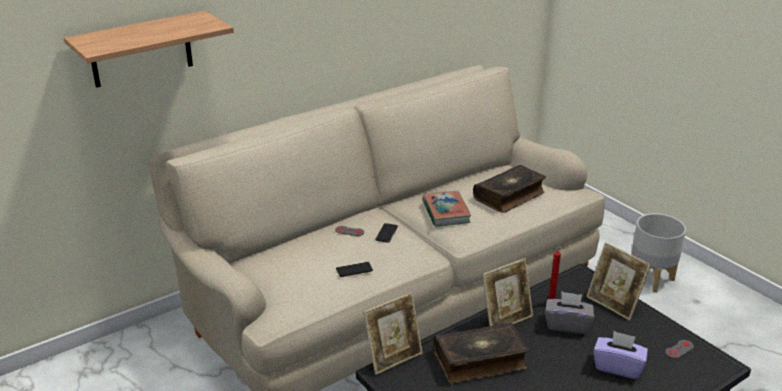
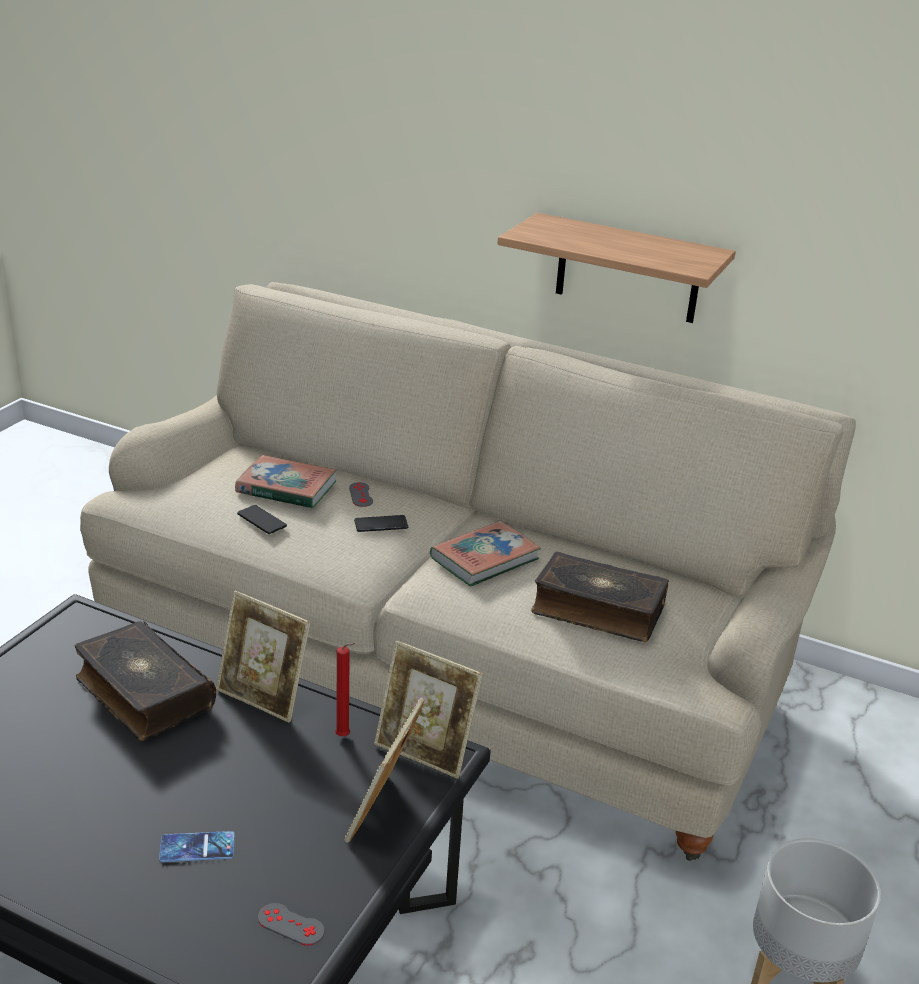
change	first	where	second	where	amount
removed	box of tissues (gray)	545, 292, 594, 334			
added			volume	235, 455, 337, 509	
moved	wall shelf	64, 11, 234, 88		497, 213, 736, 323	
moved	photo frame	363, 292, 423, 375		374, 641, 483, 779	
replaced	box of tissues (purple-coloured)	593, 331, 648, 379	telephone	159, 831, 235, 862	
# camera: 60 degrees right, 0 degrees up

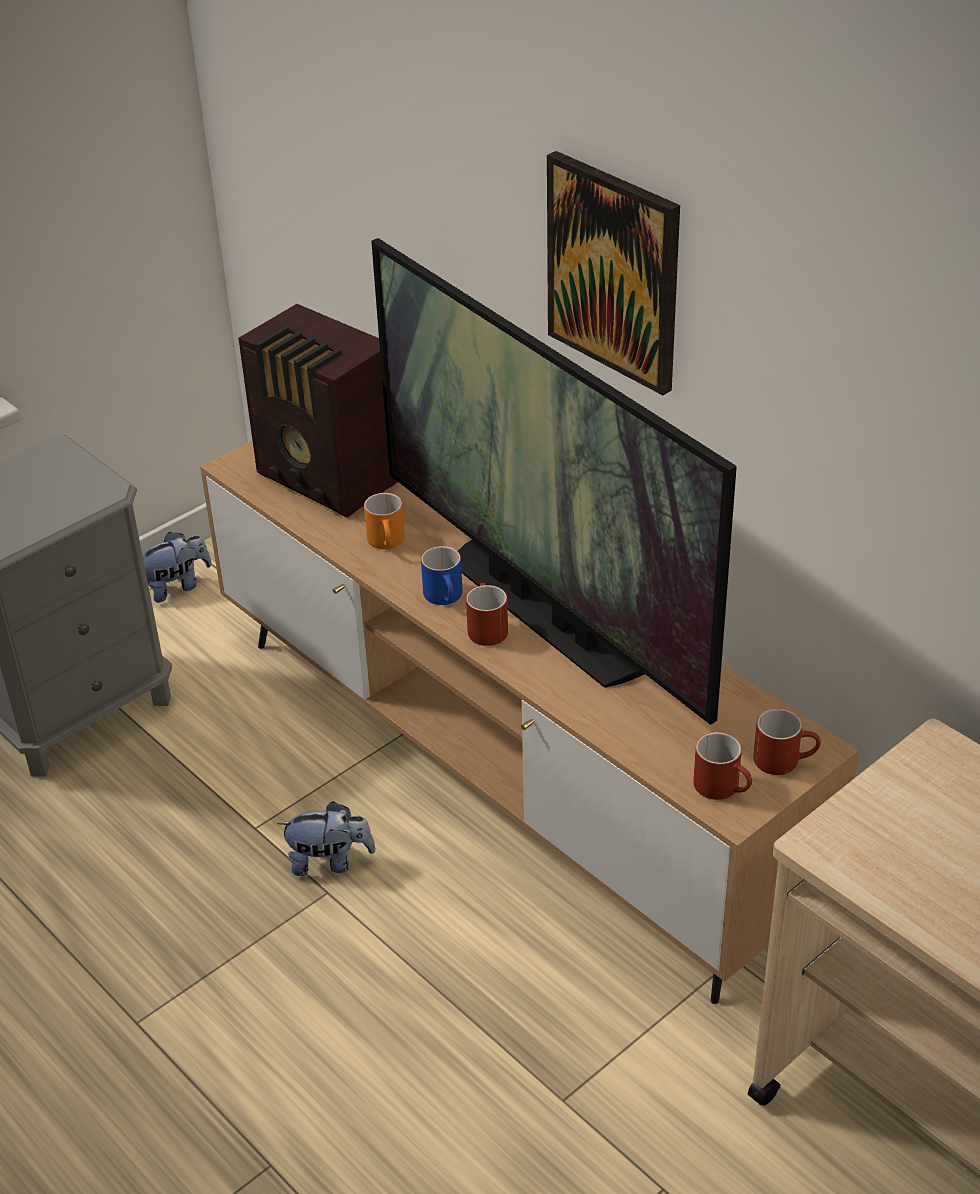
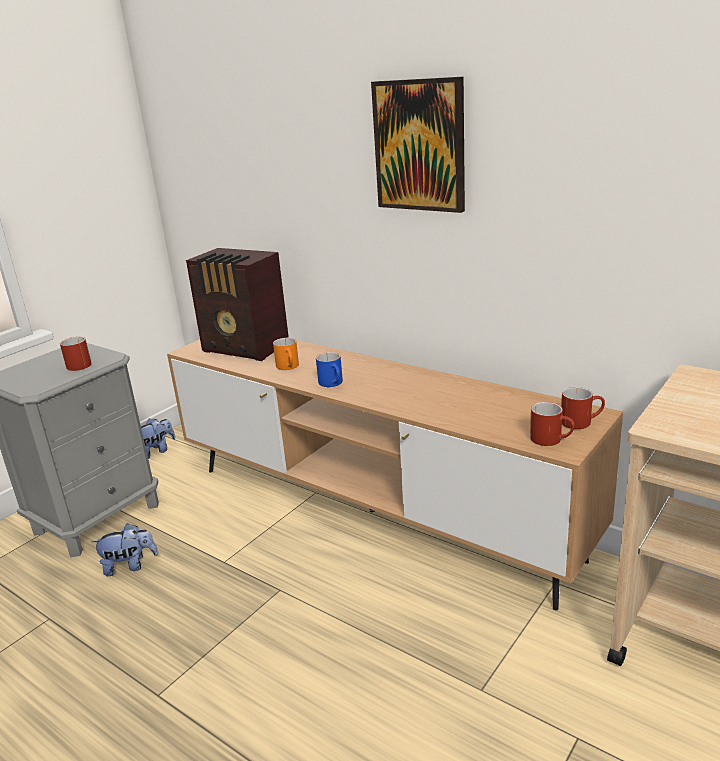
change	first	where	second	where	amount
removed	TV	371, 238, 737, 725			
moved	cuddly toy	277, 801, 376, 876		91, 523, 158, 576	
moved	mug (red-coloured)	466, 583, 508, 646		60, 337, 91, 371	
# camera: 10 degrees left, 15 degrees down

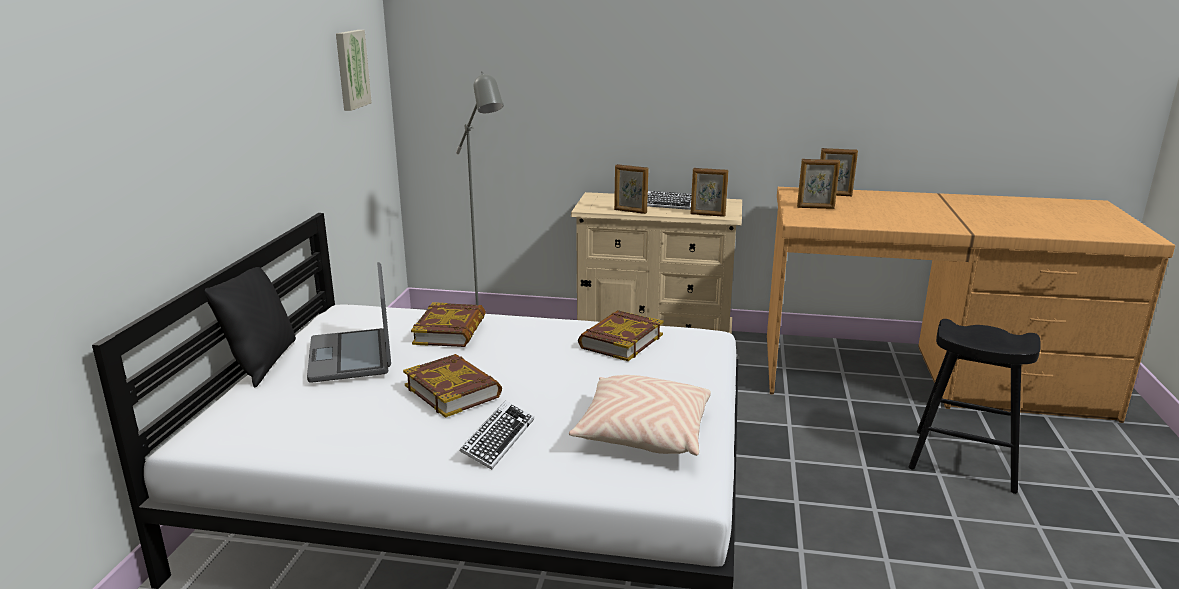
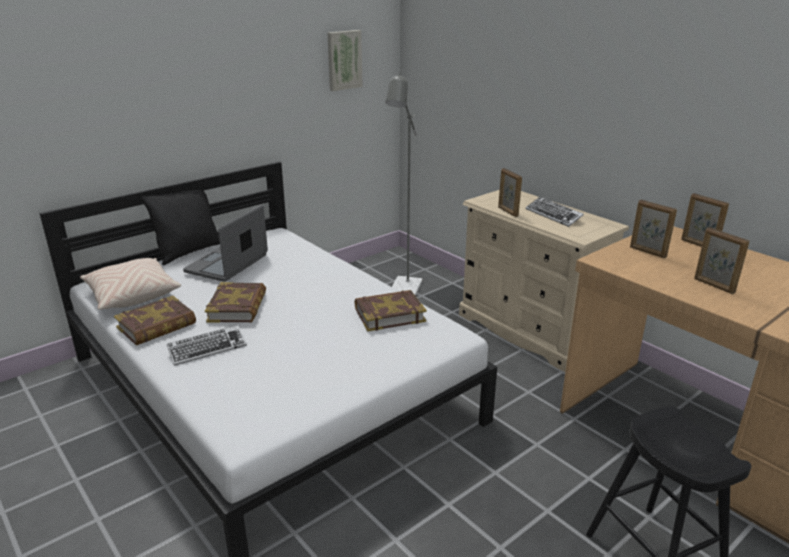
change	first	where	second	where	amount
moved	volume	411, 302, 486, 347		114, 296, 196, 345	
moved	throw pillow (beige)	569, 375, 711, 456		80, 258, 181, 310	
moved	photo frame	691, 168, 729, 217		694, 227, 749, 294	
# camera: 40 degrees right, 5 degrees up

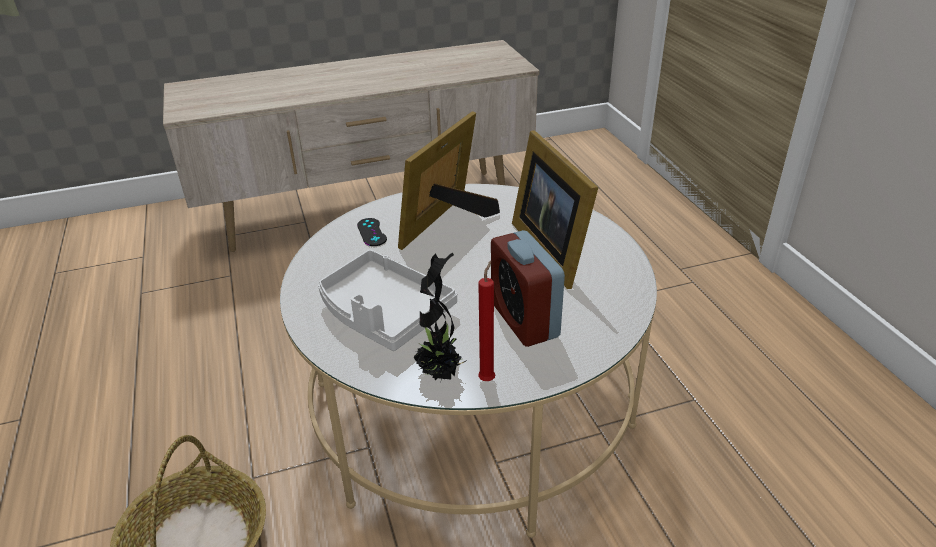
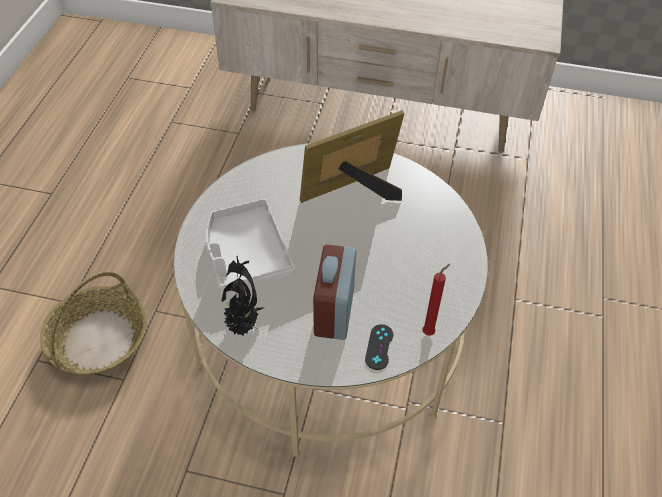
change	first	where	second	where	amount
removed	photo frame	512, 131, 598, 289			
moved	joypad (black)	357, 218, 387, 246		365, 324, 393, 370	
moved	wax light (red-coloured)	478, 261, 495, 381		422, 264, 450, 336	
# camera: 30 degrees right, 15 degrees up

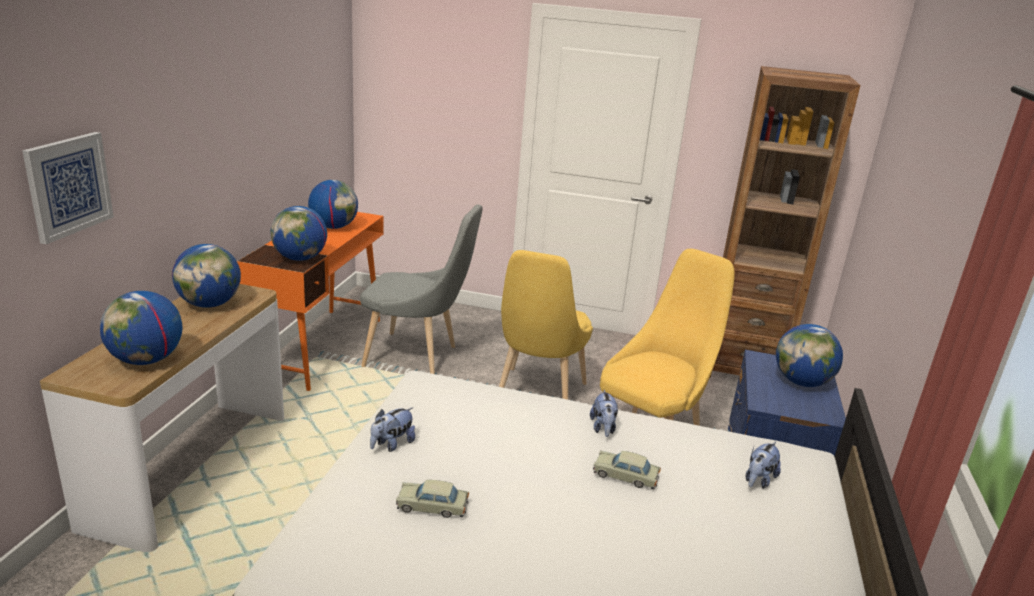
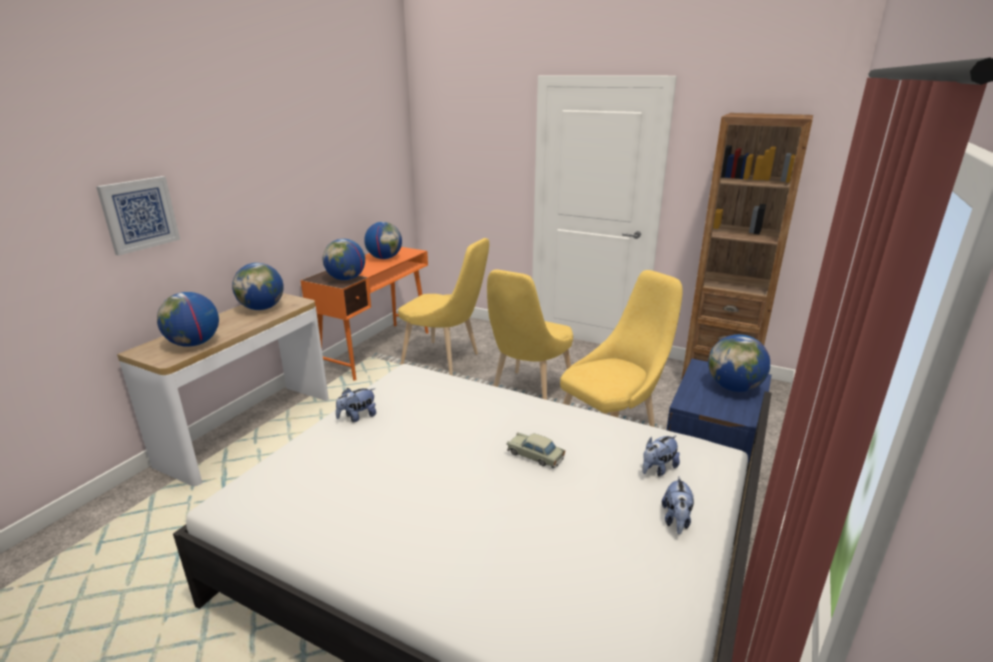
change	first	where	second	where	amount
removed	toy car (beige)	396, 480, 469, 518			
moved	cuddly toy	590, 390, 618, 437		662, 476, 694, 534	
recoloured	plain chair (gray)	360, 204, 483, 374	plain chair (yellowish)	398, 238, 489, 376	
# camera: 15 degrees right, 0 degrees up

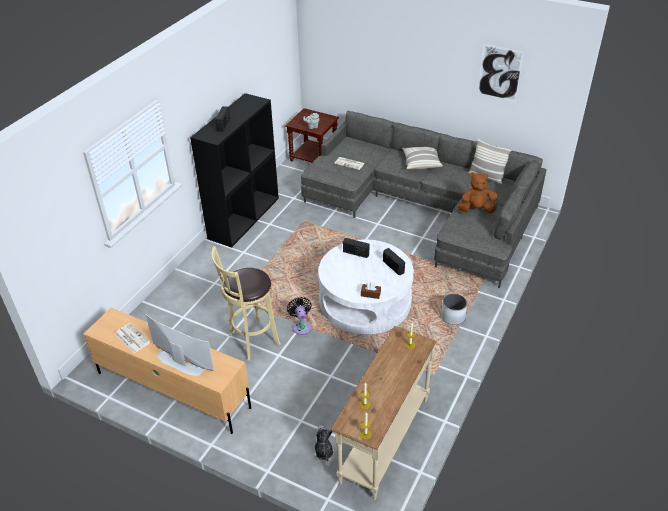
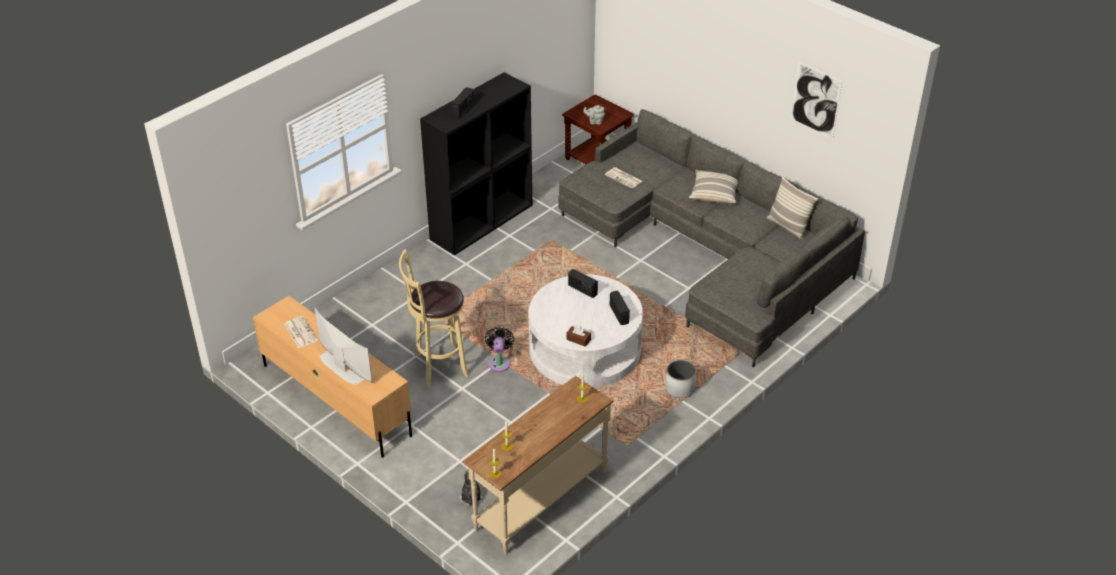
change	first	where	second	where	amount
removed	cuddly toy (brown)	458, 172, 498, 213			
# camera: 15 degrees right, 0 degrees up

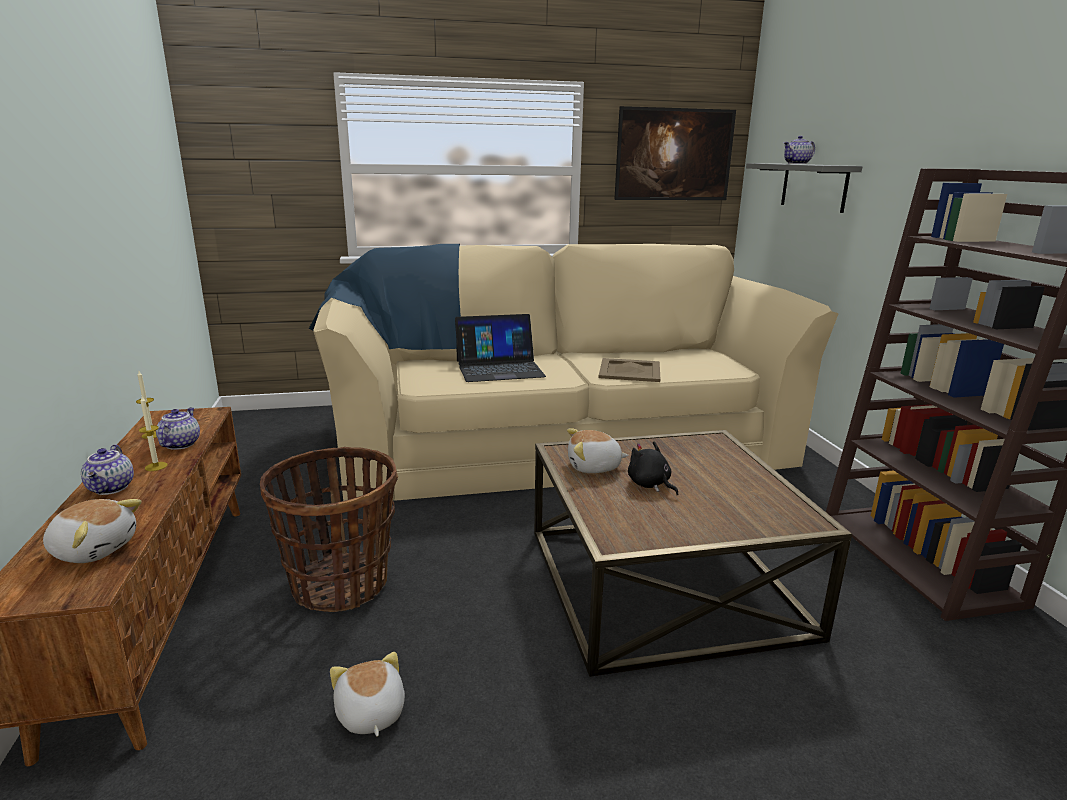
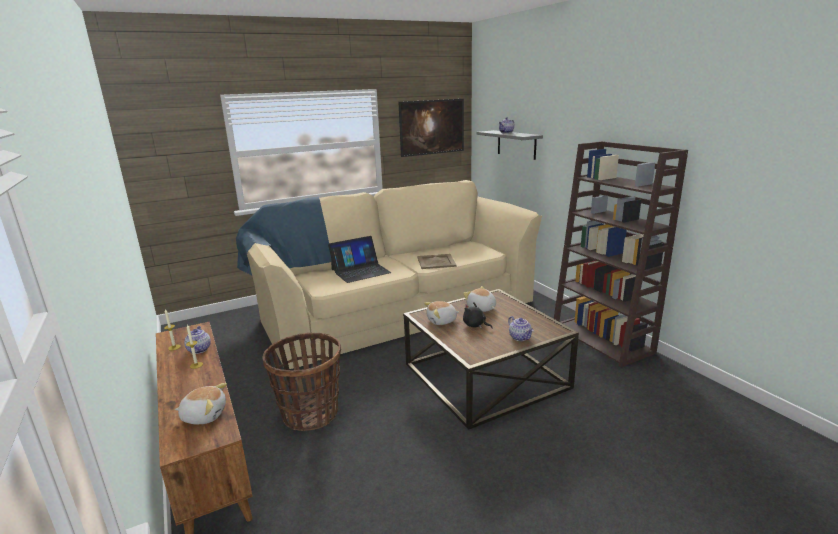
change	first	where	second	where	amount
moved	pot for tea	81, 444, 134, 495		508, 316, 534, 341	
moved	cuddly toy	330, 652, 405, 737		463, 286, 496, 312	
# camera: 15 degrees left, 0 degrees up

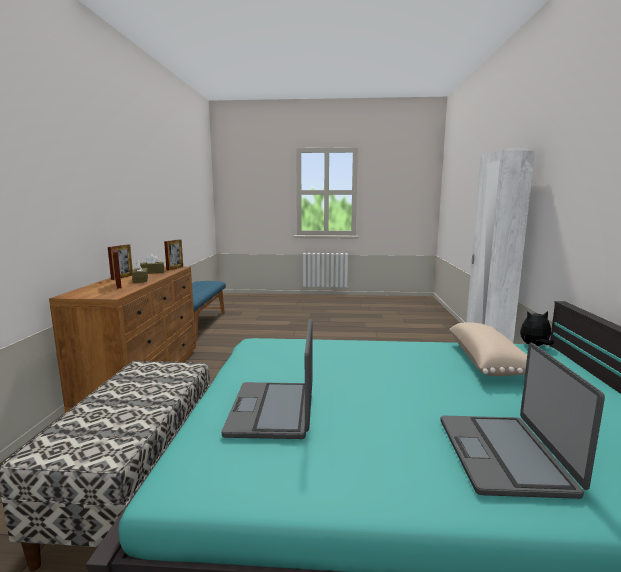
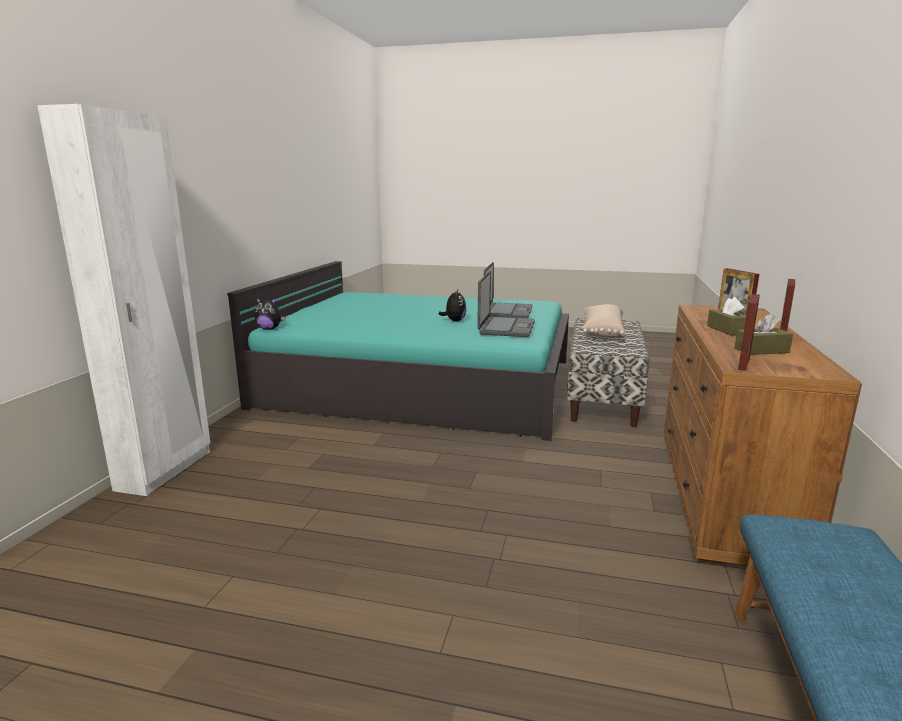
change	first	where	second	where	amount
added			cuddly toy	439, 290, 467, 321	
moved	notebook computer	440, 343, 605, 499		477, 271, 535, 337	
moved	throw pillow (beige)	449, 322, 527, 376		581, 304, 625, 338	
# camera: 170 degrees left, 5 degrees up

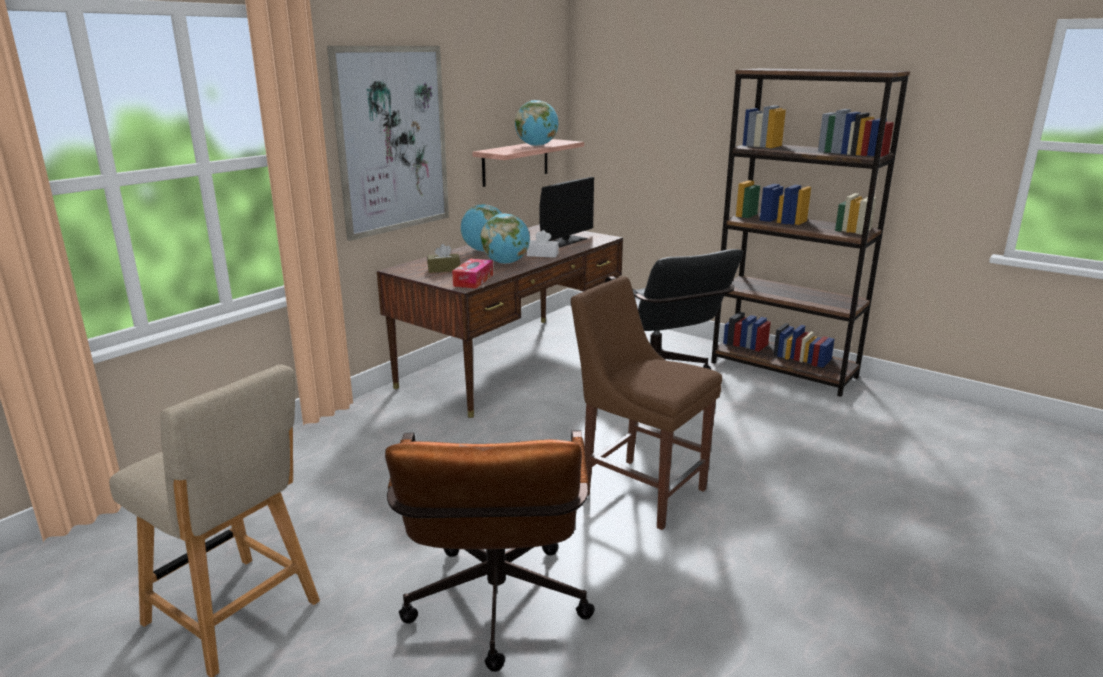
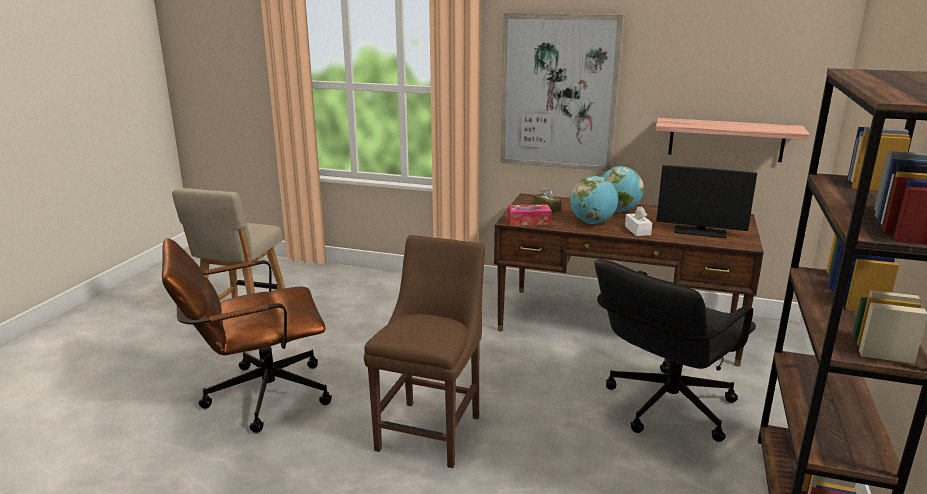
change	first	where	second	where	amount
removed	desk globe	515, 100, 559, 146			
# camera: 70 degrees right, 0 degrees up

